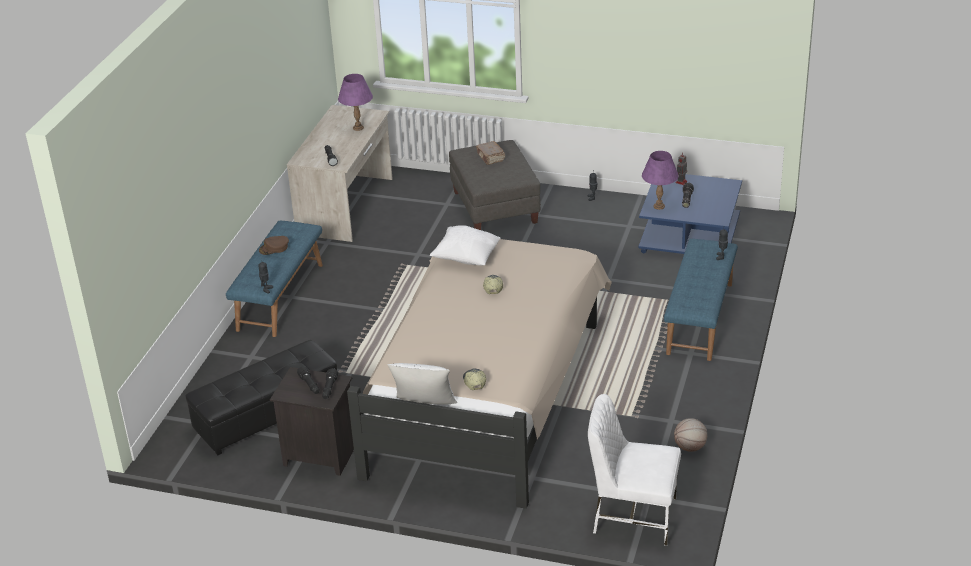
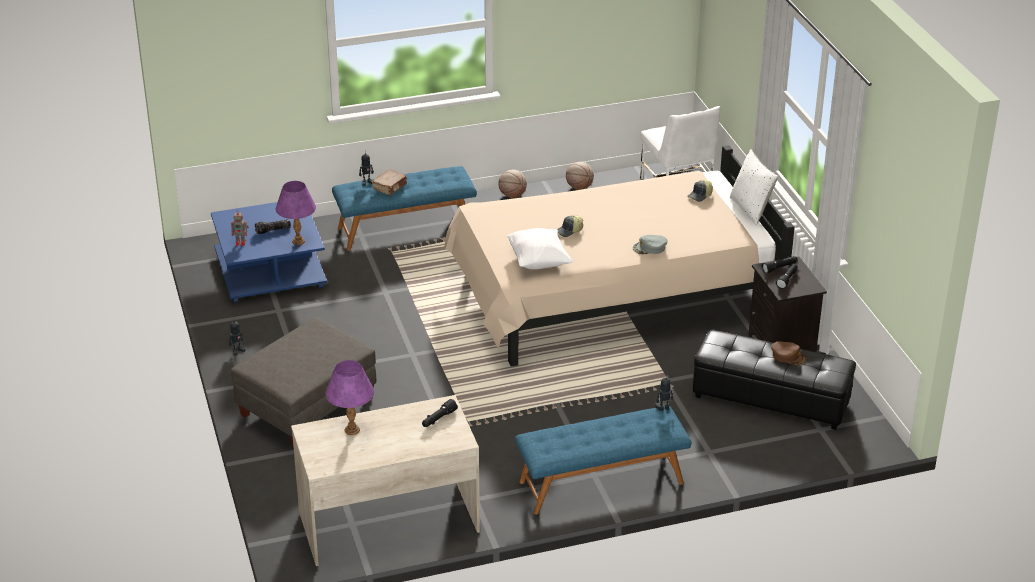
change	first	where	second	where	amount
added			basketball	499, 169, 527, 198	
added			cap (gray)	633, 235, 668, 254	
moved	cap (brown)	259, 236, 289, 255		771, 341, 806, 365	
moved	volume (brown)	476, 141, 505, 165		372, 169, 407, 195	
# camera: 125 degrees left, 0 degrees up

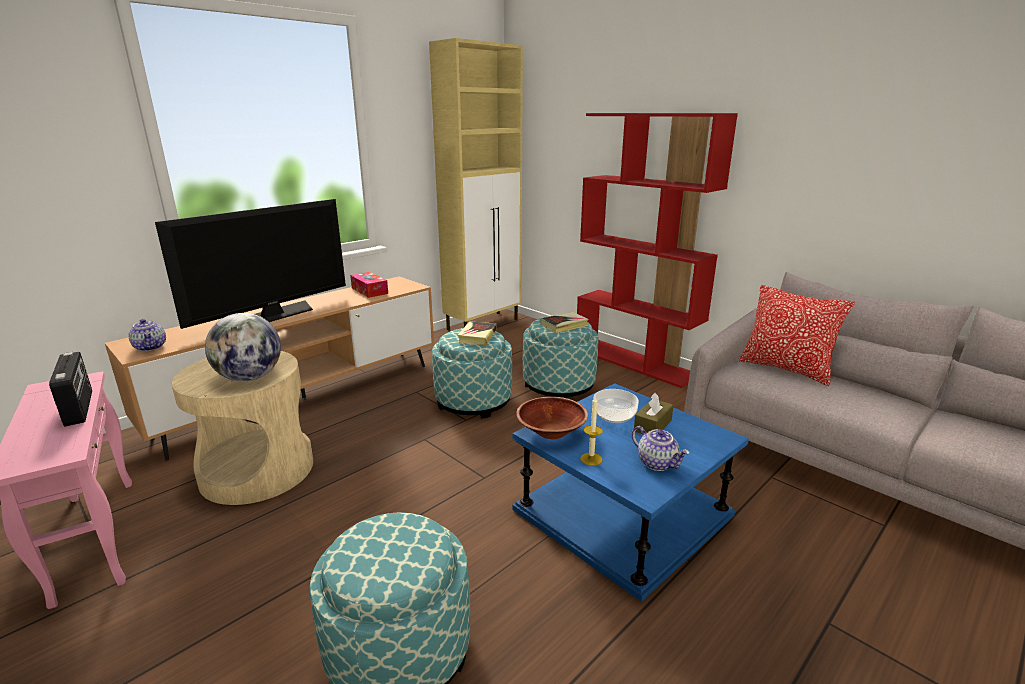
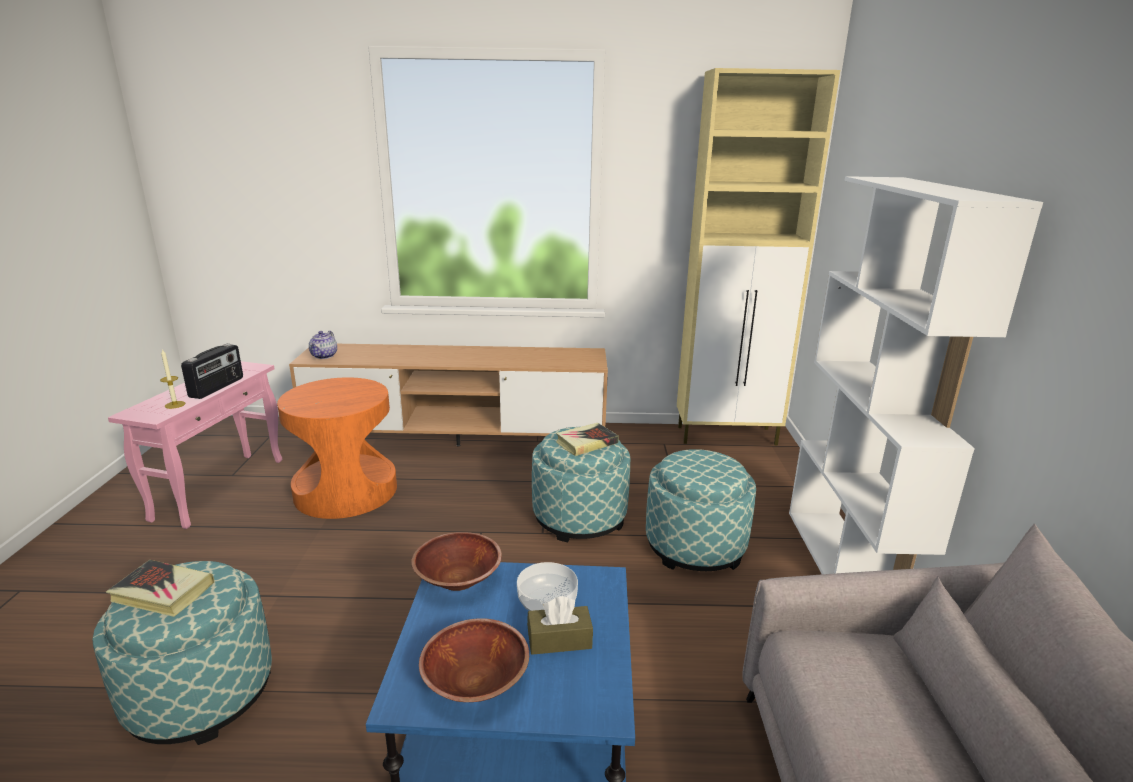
change	first	where	second	where	amount
removed	TV	155, 199, 346, 329			
removed	desk globe	205, 313, 281, 381			
removed	box of tissues	350, 272, 388, 298			
removed	throw pillow	739, 285, 855, 386			
moved	volume	541, 312, 589, 333		106, 560, 215, 617	
moved	wax light	580, 397, 603, 466		160, 349, 185, 409	
replaced	pot for tea	632, 426, 689, 471	serving bowl (brown)	419, 618, 529, 702	
recoloured	accent table (beige)	172, 351, 313, 505	accent table (orangey)	277, 377, 397, 519	
recoloured	shelving unit (red-coloured)	577, 113, 738, 388	shelving unit (white-coloured)	789, 176, 1043, 574	
# camera: 45 degrees right, 0 degrees up

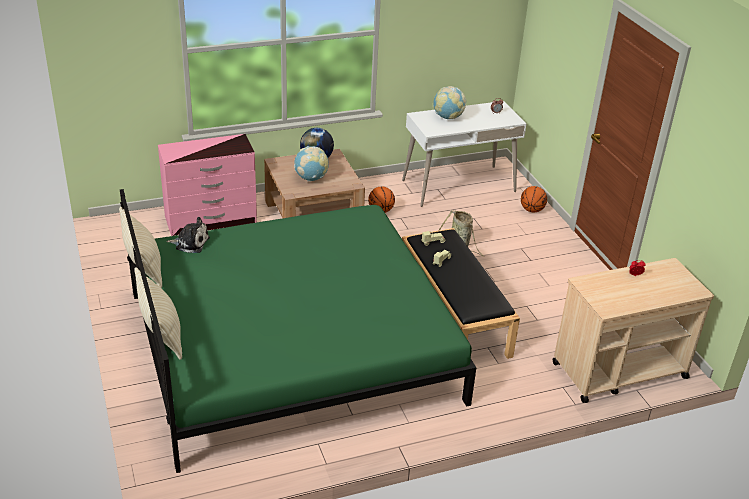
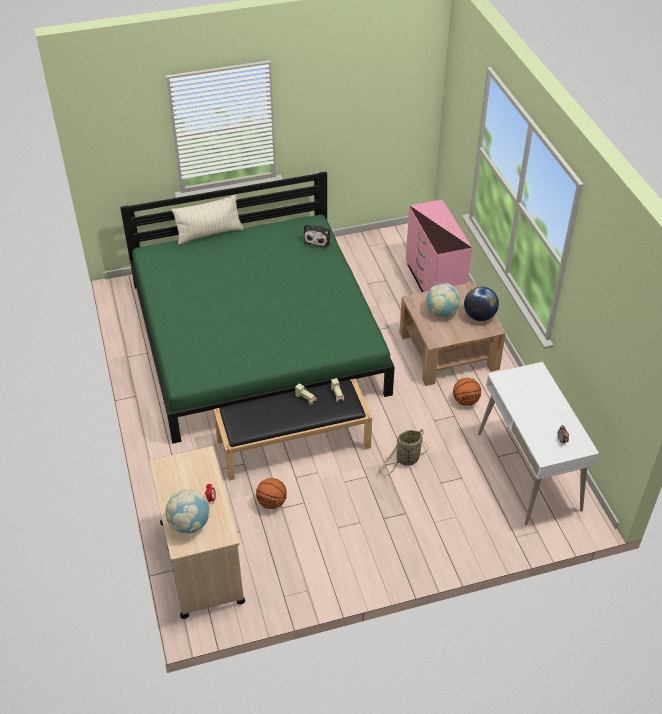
change	first	where	second	where	amount
removed	throw pillow (beige)	119, 207, 162, 288			
moved	desk globe	433, 86, 466, 119		165, 489, 209, 534	
moved	basketball	521, 186, 547, 212		256, 478, 287, 509	
# camera: 95 degrees right, 10 degrees up

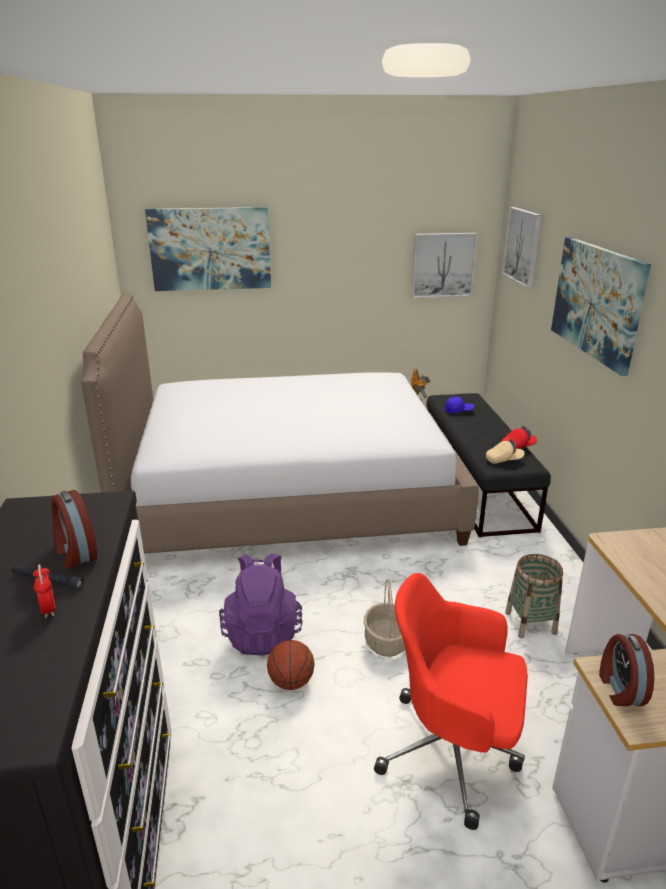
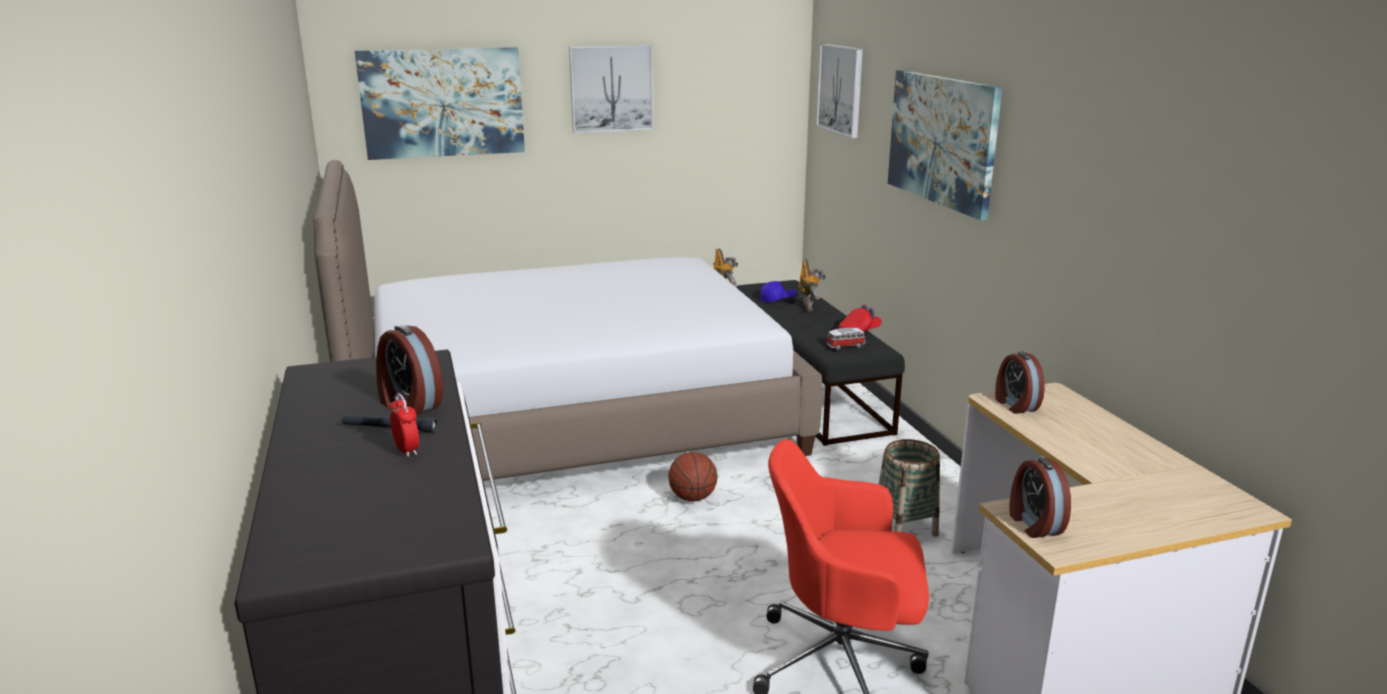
change	first	where	second	where	amount
removed	knapsack (purple-coloured)	219, 553, 302, 655			
removed	household basket	364, 579, 405, 657			
added			robot figure	798, 259, 826, 312	
added			alarm clock	995, 352, 1045, 414	
moved	basketball	267, 640, 315, 690		668, 452, 718, 501	
moved	wall picture	412, 233, 478, 298		569, 45, 654, 133	
replaced	cap (beige)	486, 438, 525, 464	toy car	826, 328, 866, 350	
# camera: 10 degrees left, 5 degrees down

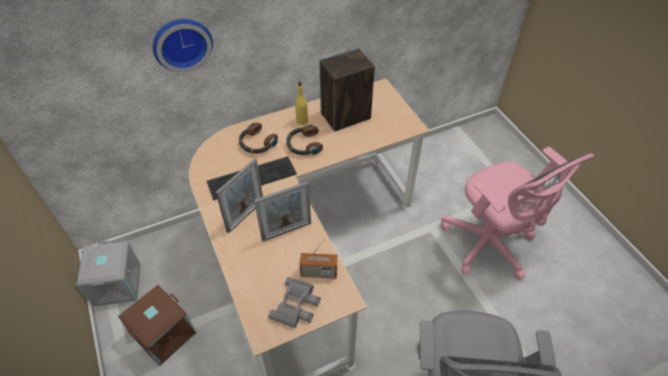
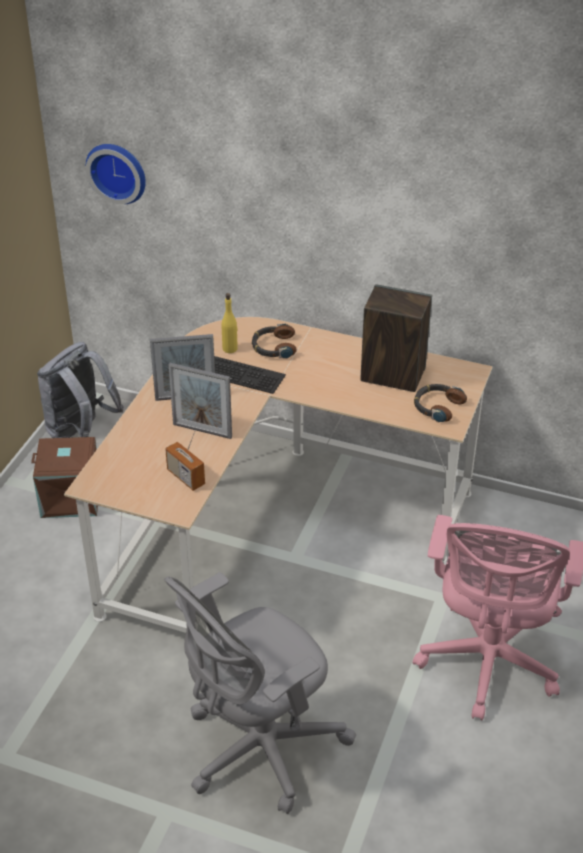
change	first	where	second	where	amount
removed	field glasses (gray)	268, 277, 321, 328			
moved	hanging clock	153, 19, 213, 72		86, 144, 146, 204	
moved	headphones	286, 124, 323, 155		414, 384, 467, 423	
moved	bottle (yellowish)	295, 81, 308, 125		222, 293, 238, 353	
replaced	storage bin (gray)	76, 241, 141, 307	knapsack (gray)	37, 342, 124, 438	
# camera: 45 degrees right, 10 degrees down

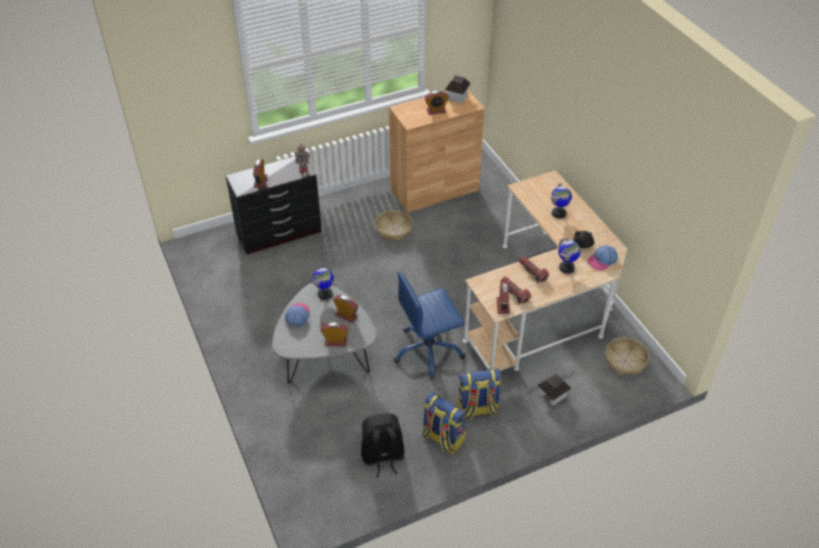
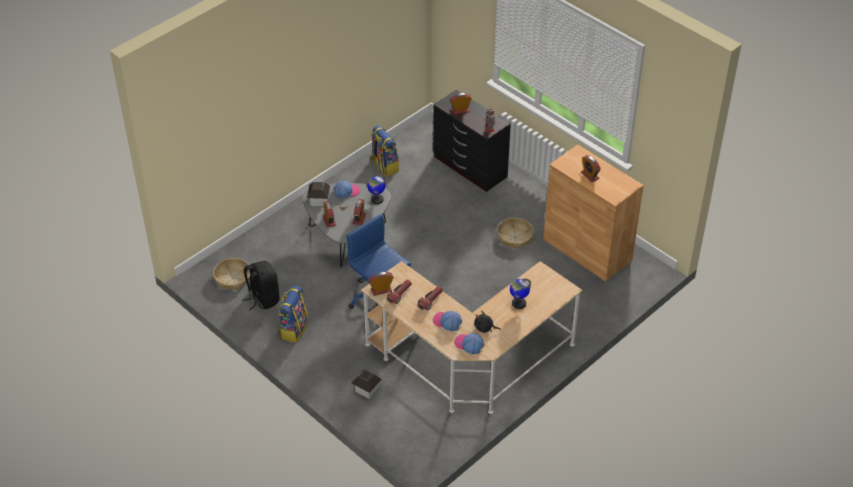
change	first	where	second	where	amount
moved	toy house	445, 75, 471, 103		307, 182, 330, 206	
moved	knapsack	457, 369, 501, 420		370, 125, 399, 176	
moved	household basket	605, 338, 649, 375		213, 258, 250, 290	
replaced	desk globe	558, 238, 581, 273	cap	433, 311, 462, 331	
# camera: 70 degrees right, 0 degrees up

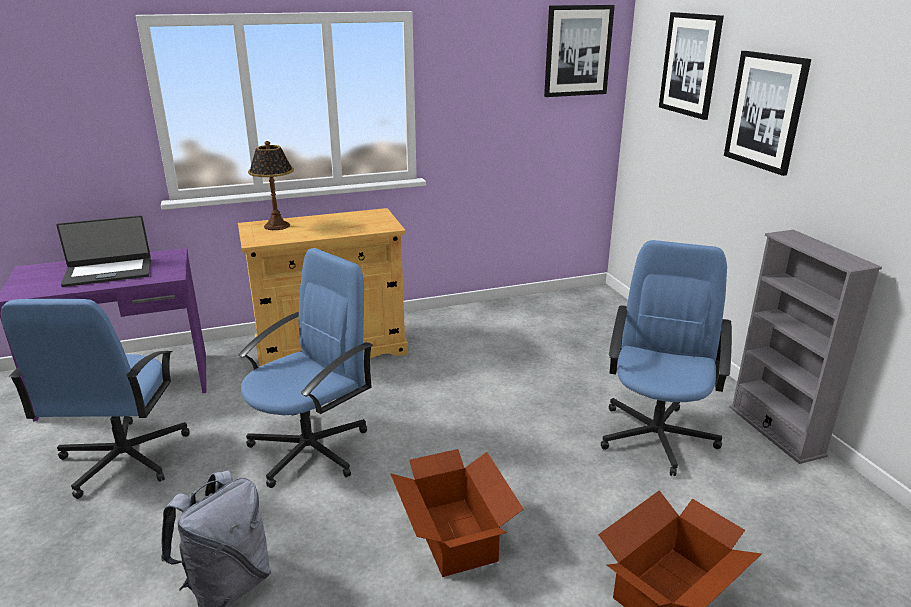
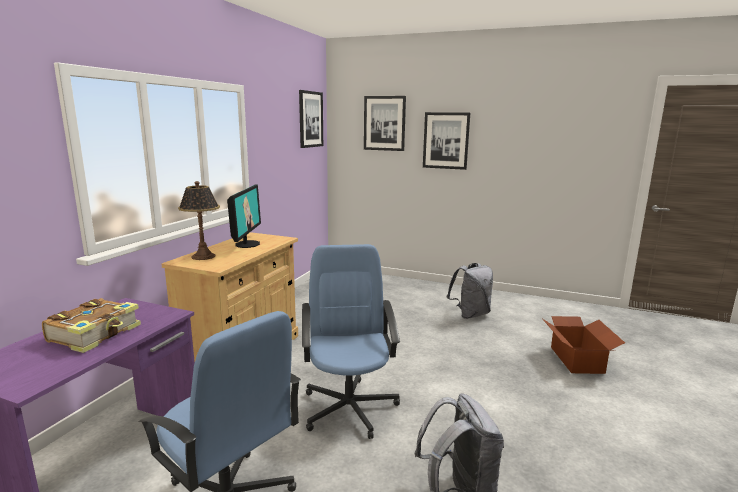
change	first	where	second	where	amount
removed	carton	390, 449, 524, 577			
removed	shelving unit (gray)	729, 230, 882, 464			
added			computer display	227, 185, 261, 248	
replaced	notebook computer	56, 215, 151, 287	volume	42, 298, 141, 353	
replaced	office chair (bluish)	601, 240, 732, 476	knapsack (gray)	446, 263, 493, 319	
# camera: 50 degrees left, 10 degrees down

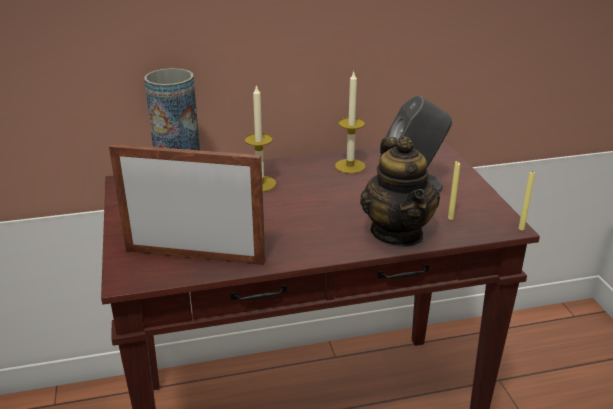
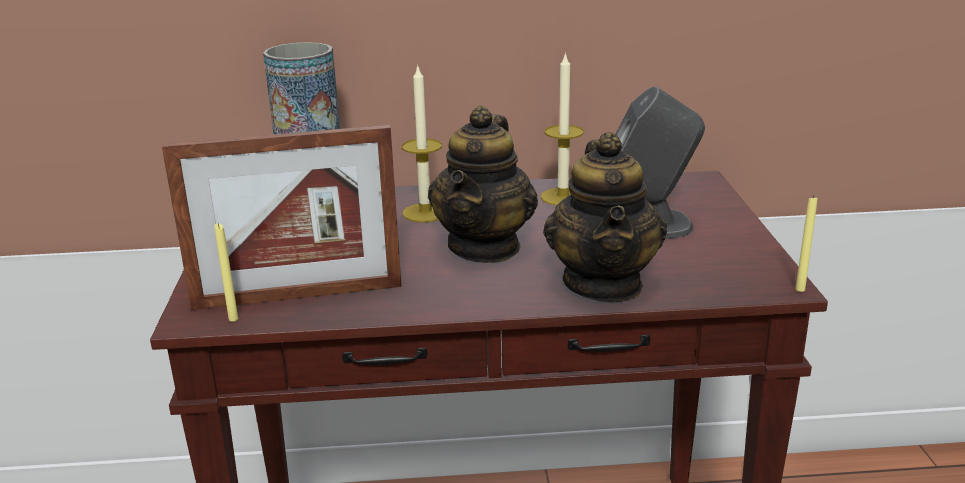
change	first	where	second	where	amount
added			pot for tea	428, 105, 538, 263	
moved	wax light (yellowish)	448, 161, 460, 220		214, 223, 238, 322	
turned	photo frame	109, 144, 265, 265		162, 125, 402, 310	150 degrees clockwise
# camera: 10 degrees right, 5 degrees down

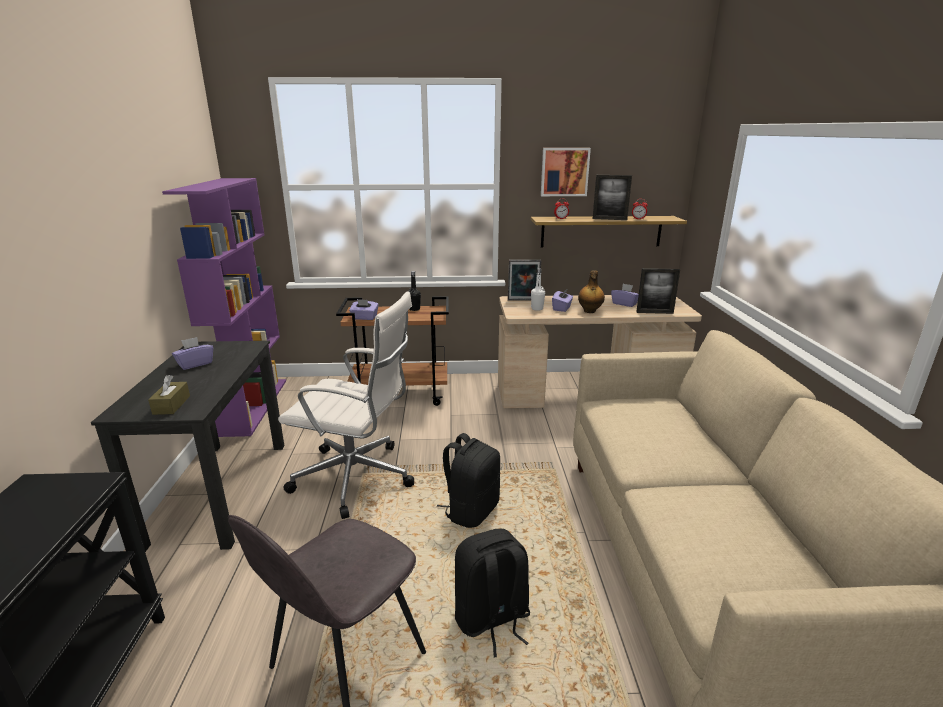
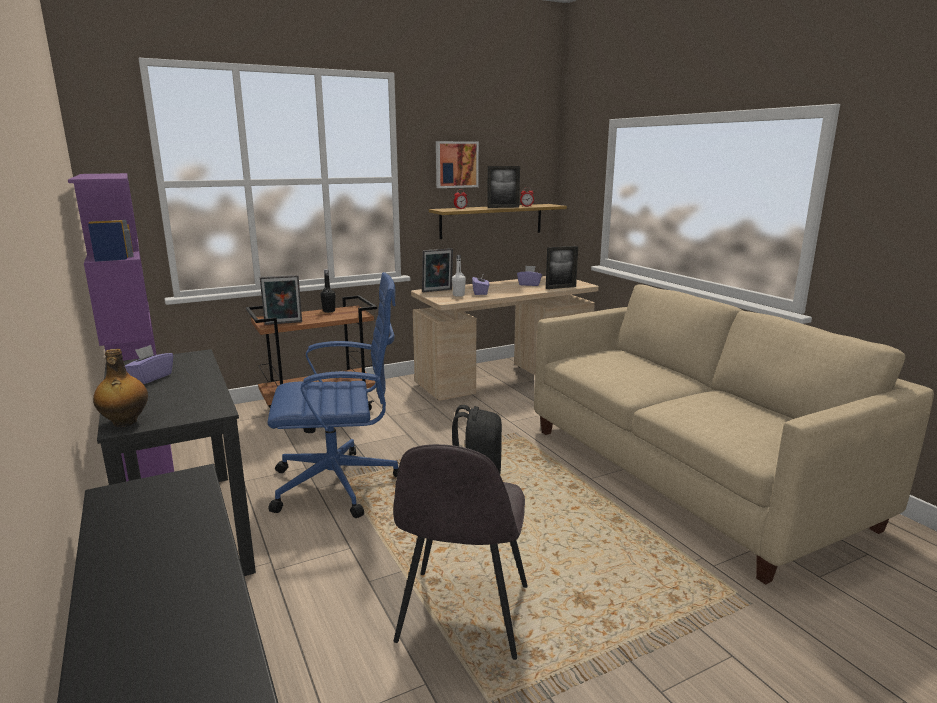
change	first	where	second	where	amount
removed	box of tissues (brown)	148, 375, 190, 415			
removed	knapsack (black)	455, 529, 530, 657			
moved	bottle	578, 271, 605, 313		93, 349, 148, 427	
replaced	box of tissues (purple-coloured)	349, 299, 379, 320	photo frame	260, 275, 302, 325	
recoloured	office chair (white-coloured)	278, 292, 414, 519	office chair (bluish)	267, 272, 399, 518	
# camera: 25 degrees left, 5 degrees down

